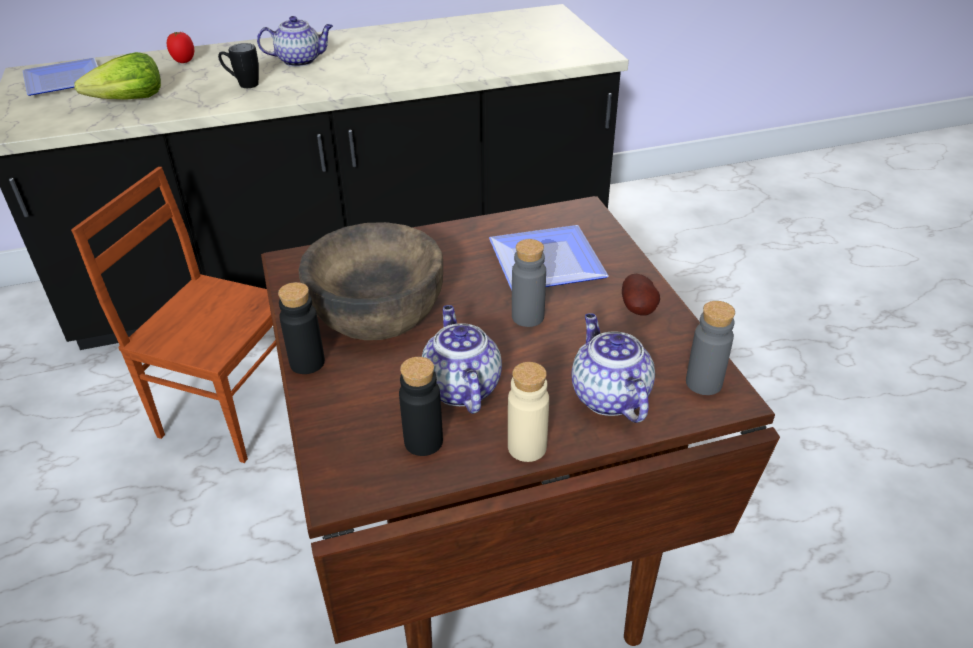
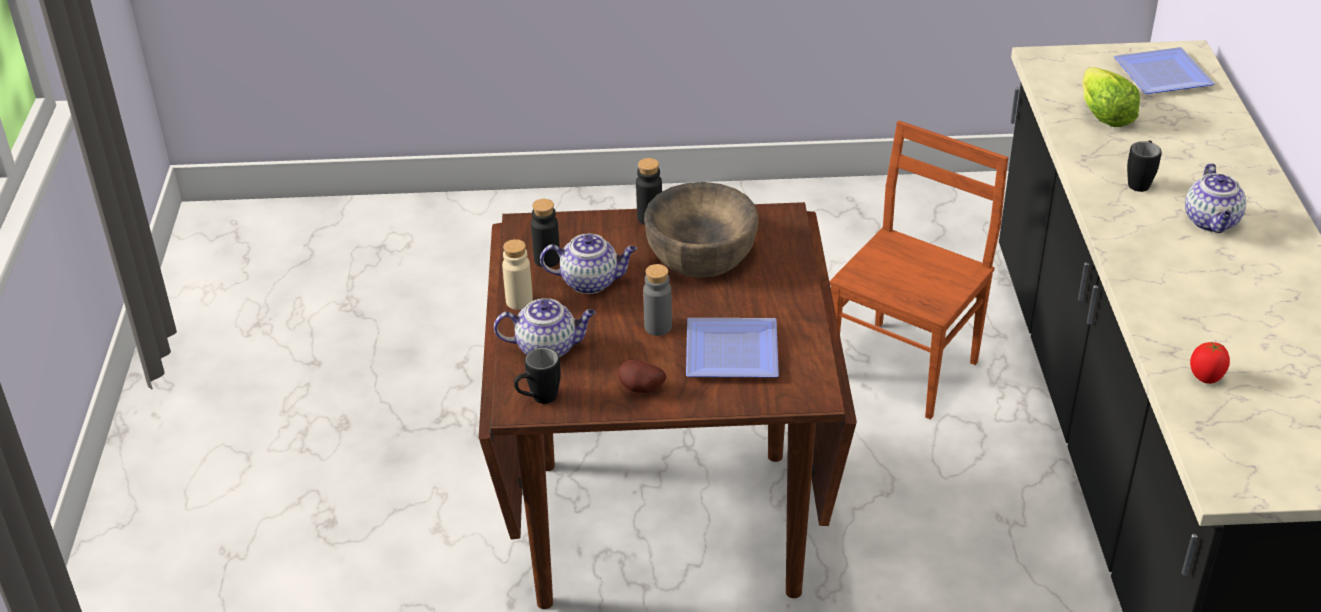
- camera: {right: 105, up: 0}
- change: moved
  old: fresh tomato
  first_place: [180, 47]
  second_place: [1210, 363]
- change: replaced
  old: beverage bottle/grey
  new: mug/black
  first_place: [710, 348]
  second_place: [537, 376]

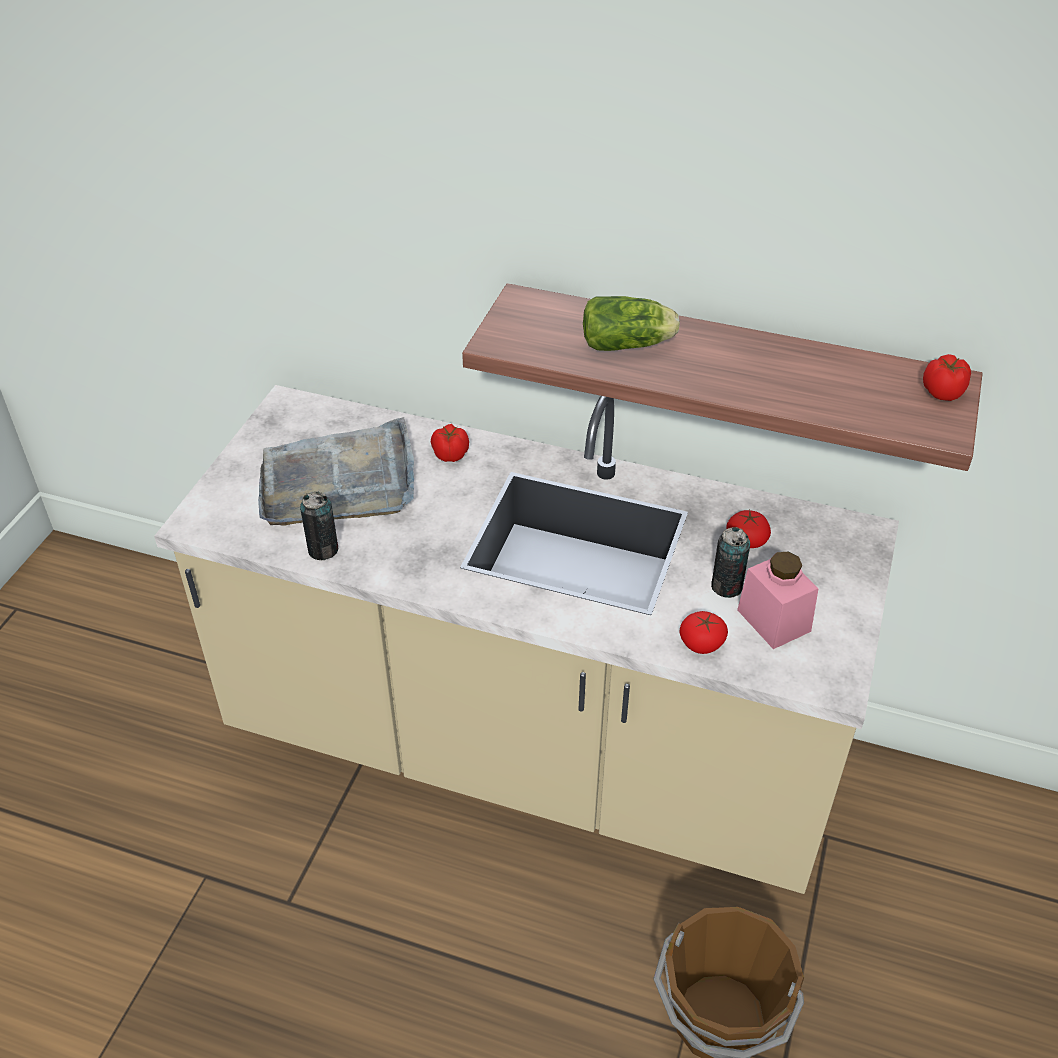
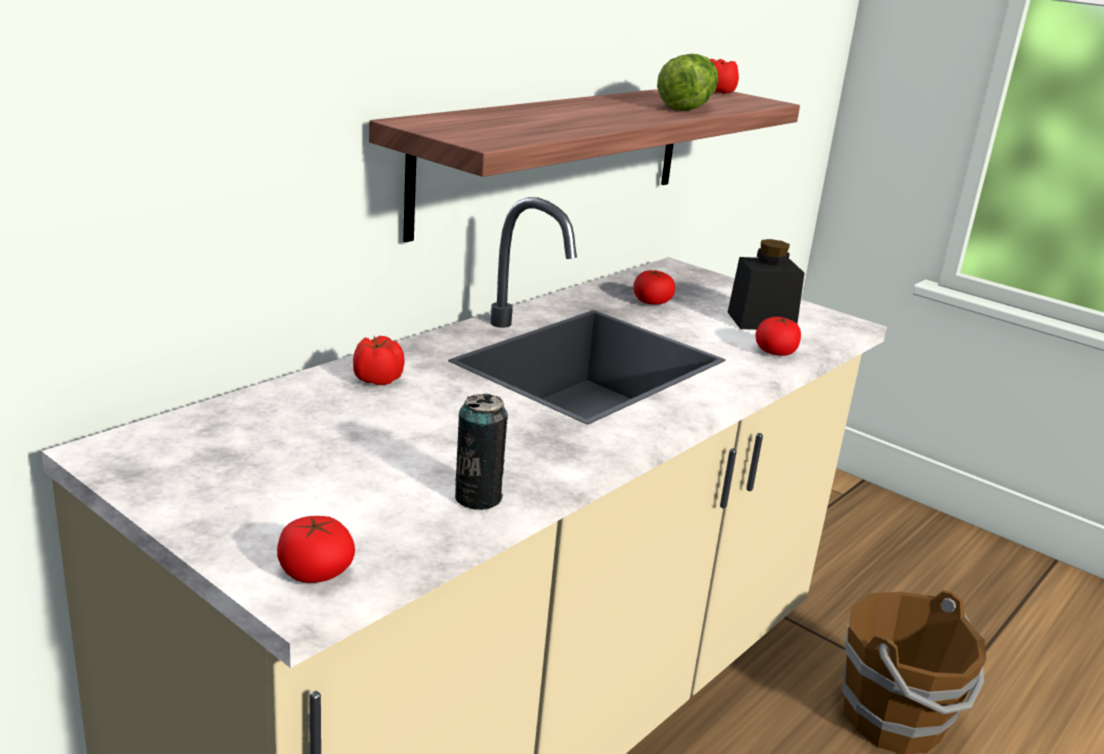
- camera: {right: -70, up: -20}
- change: removed
  old: tray/grey
  first_place: [336, 471]
- change: moved
  old: head of lettuce
  first_place: [631, 323]
  second_place: [687, 82]
- change: removed
  old: can
  first_place: [730, 562]
- change: recoloured
  old: preserve jar/pinkish
  new: preserve jar/black
  first_place: [778, 600]
  second_place: [766, 284]
- change: added
  new: fresh tomato
  second_place: [316, 549]

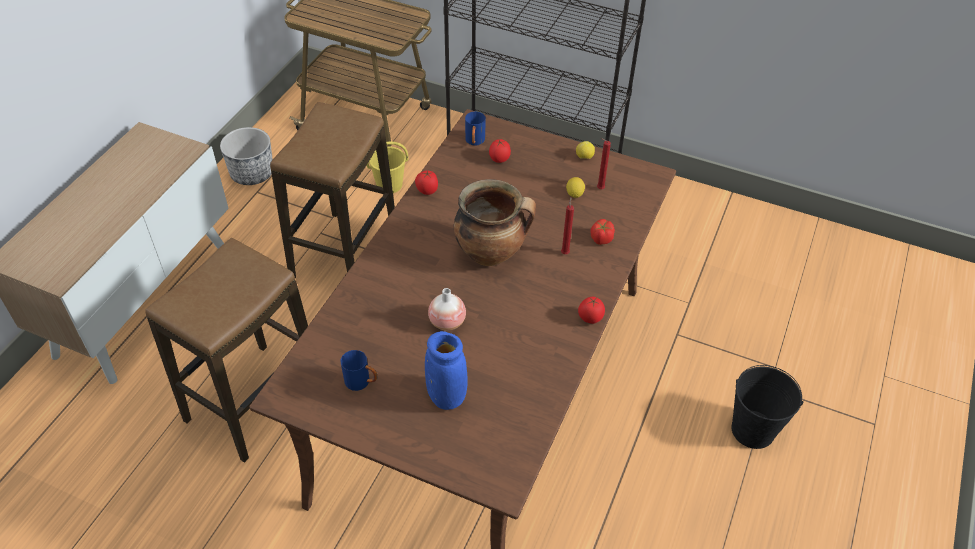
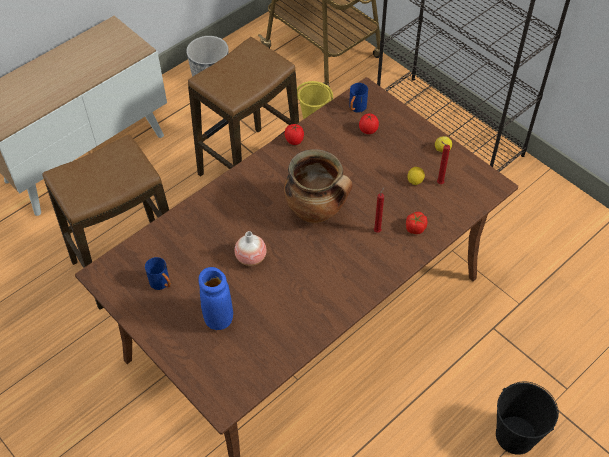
- camera: {right: 25, up: 5}
- change: removed
  old: fresh tomato
  first_place: [591, 310]

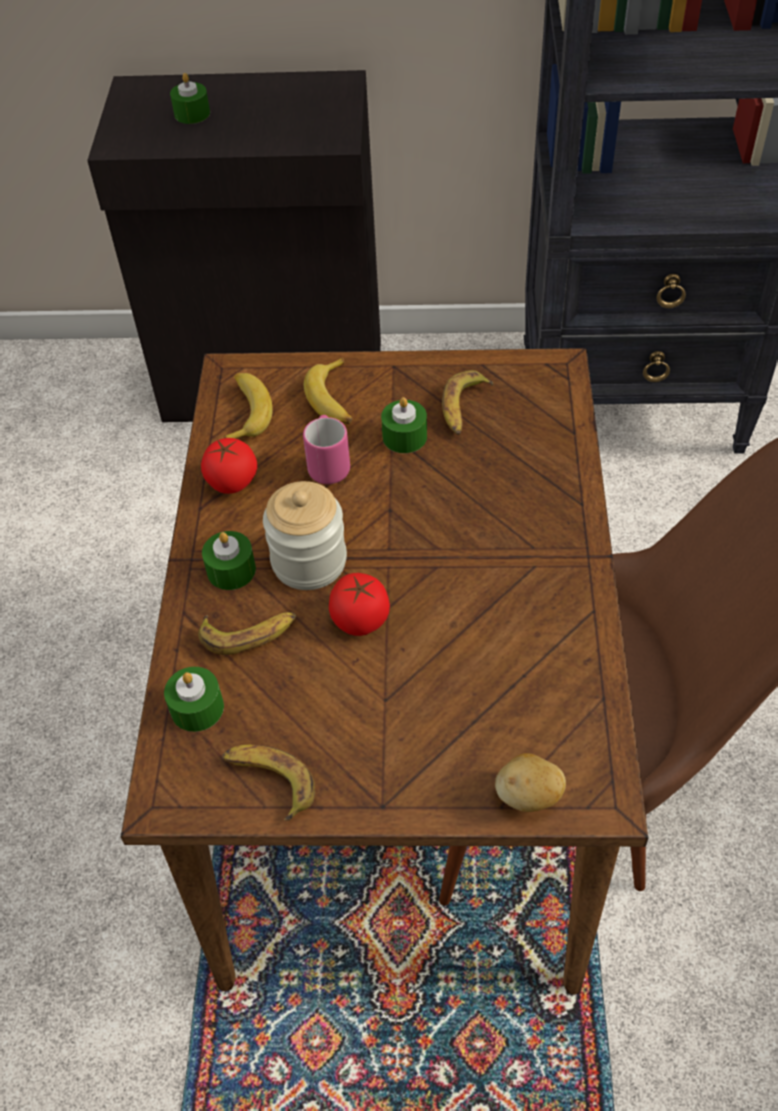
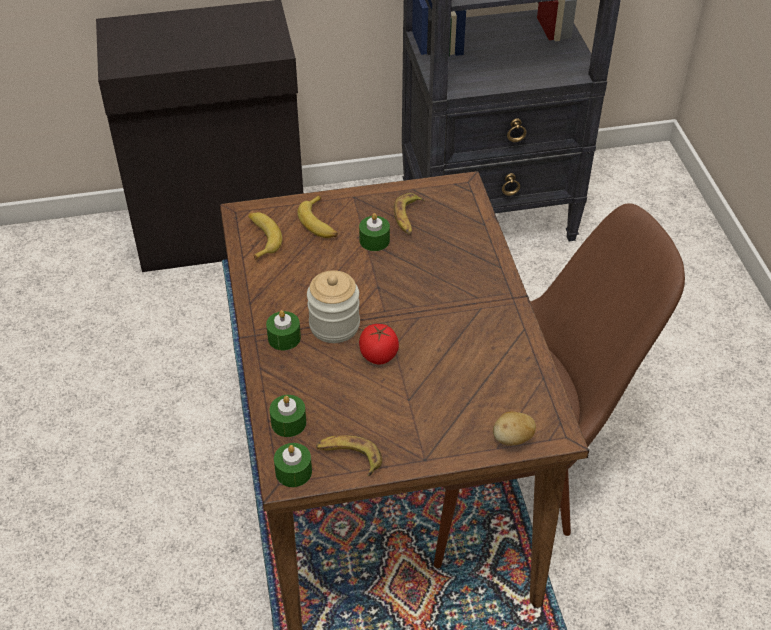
- camera: {right: -15, up: -5}
- change: moved
  old: wax light/green-coloured
  first_place: [190, 98]
  second_place: [293, 465]
- change: removed
  old: banana fruit
  first_place: [247, 633]
- change: removed
  old: fresh tomato
  first_place: [229, 466]
- change: removed
  old: mug/pinkish
  first_place: [326, 449]

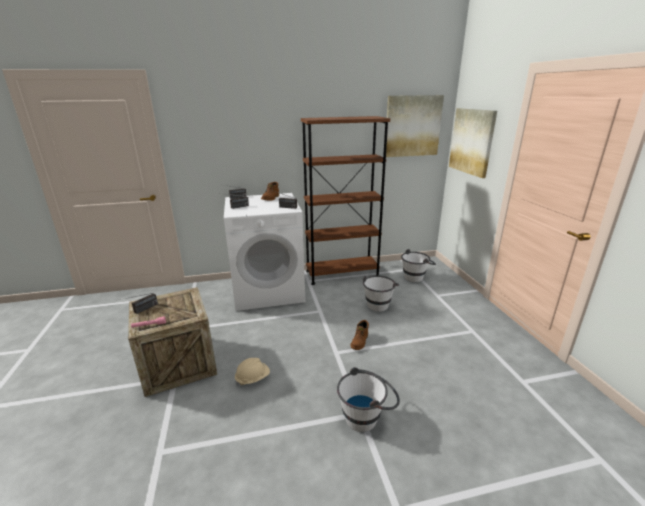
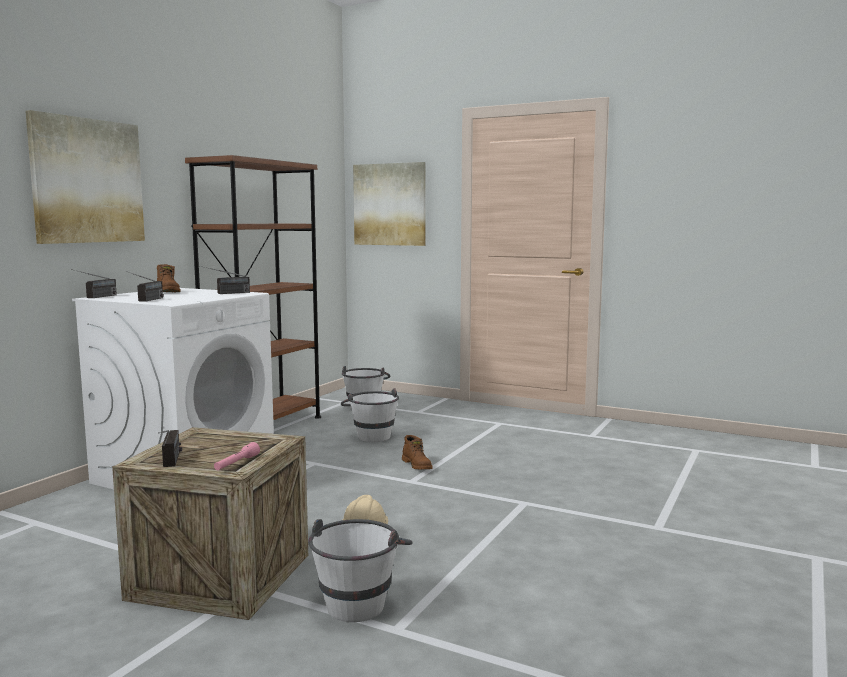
- camera: {right: -50, up: -15}
- change: moved
  old: water bucket/white
  first_place: [368, 399]
  second_place: [360, 570]
- change: moved
  old: wall art
  first_place: [415, 126]
  second_place: [85, 177]

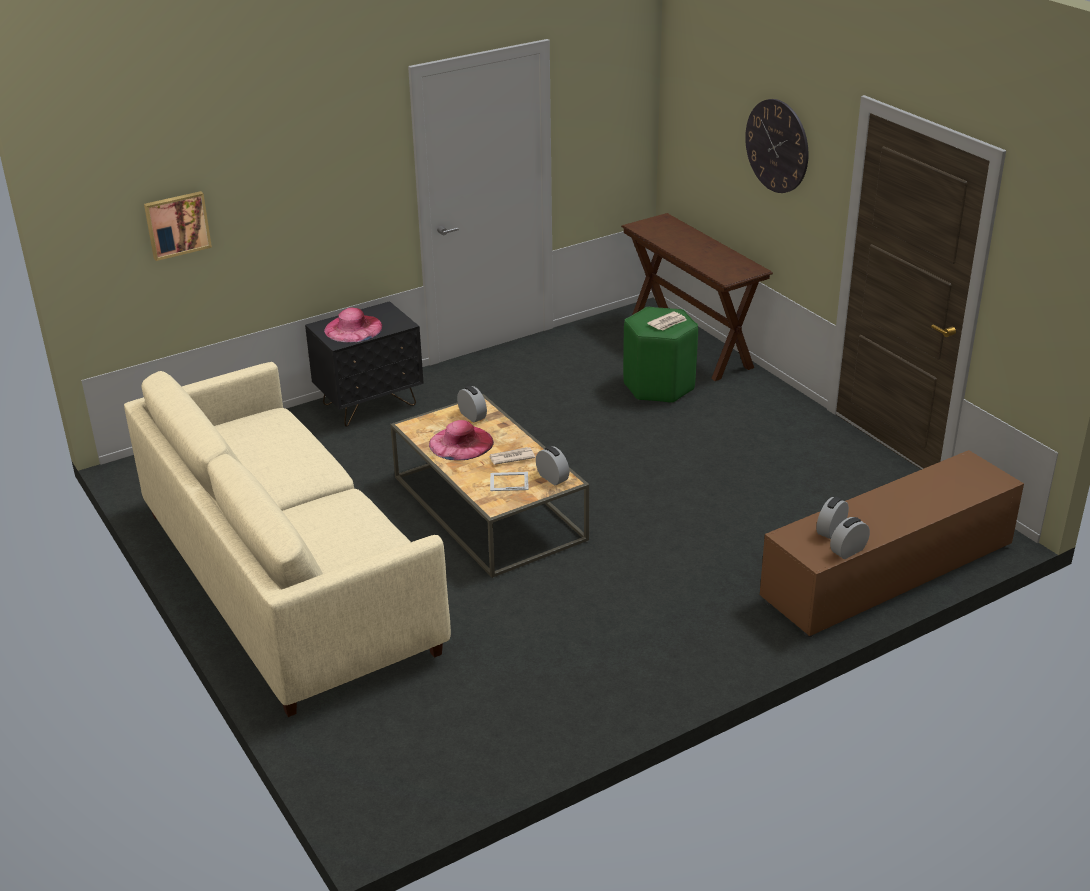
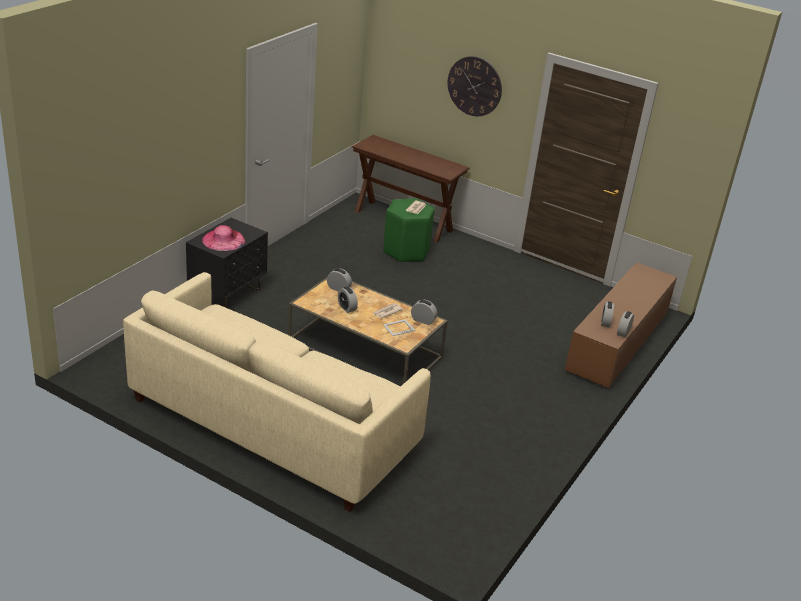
- camera: {right: -30, up: 0}
- change: removed
  old: wall art
  first_place: [178, 226]
- change: replaced
  old: clothing hat/pinkish
  new: table clock
  first_place: [461, 440]
  second_place: [348, 300]

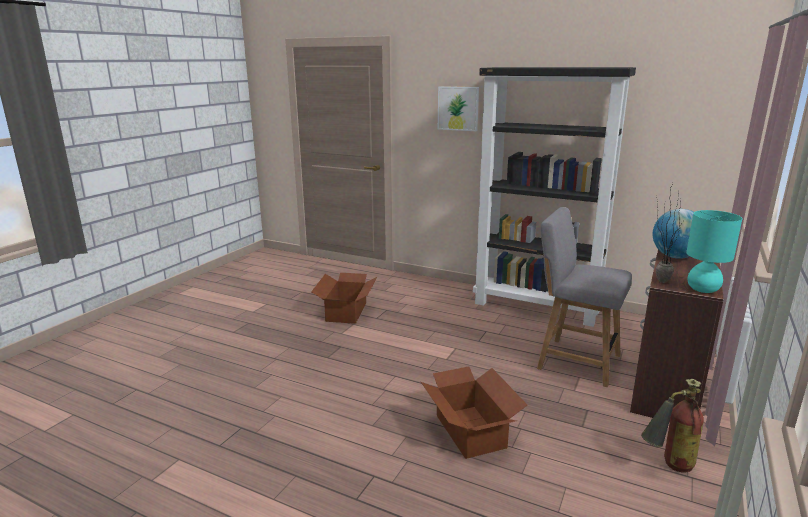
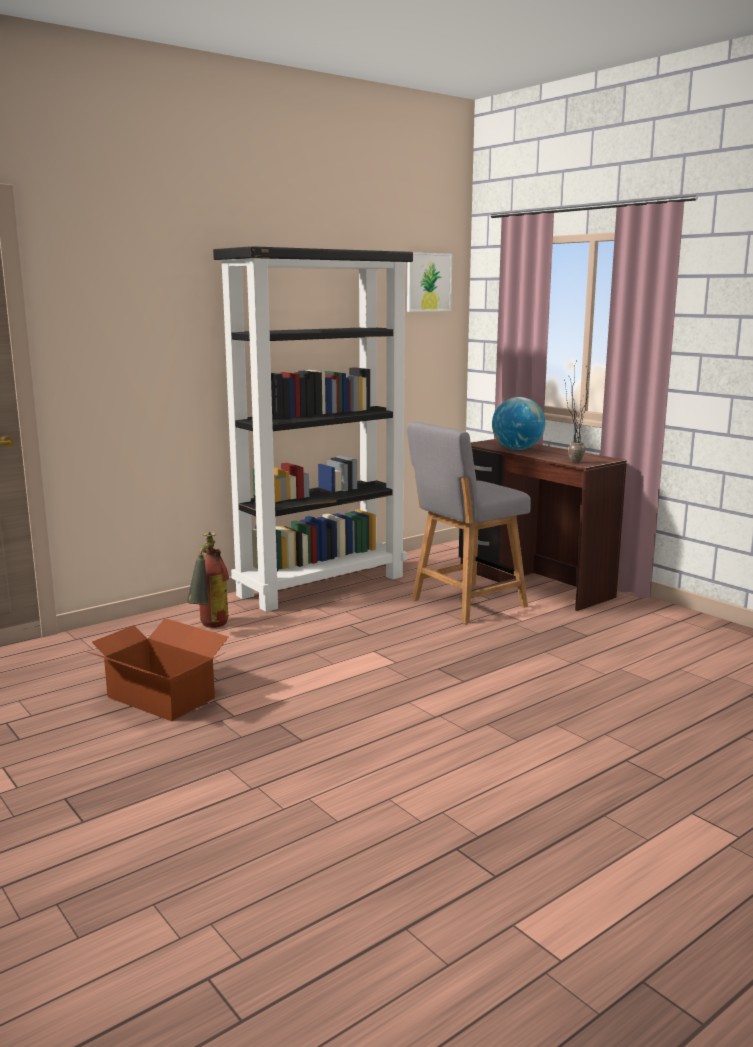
- camera: {right: -65, up: -5}
- change: removed
  old: cardboard box
  first_place: [474, 413]
- change: moved
  old: wall art
  first_place: [458, 108]
  second_place: [429, 282]
- change: moved
  old: fire extinguisher
  first_place: [672, 425]
  second_place: [208, 580]
- change: removed
  old: tabletop lamp/turquoise-coloured
  first_place: [714, 251]

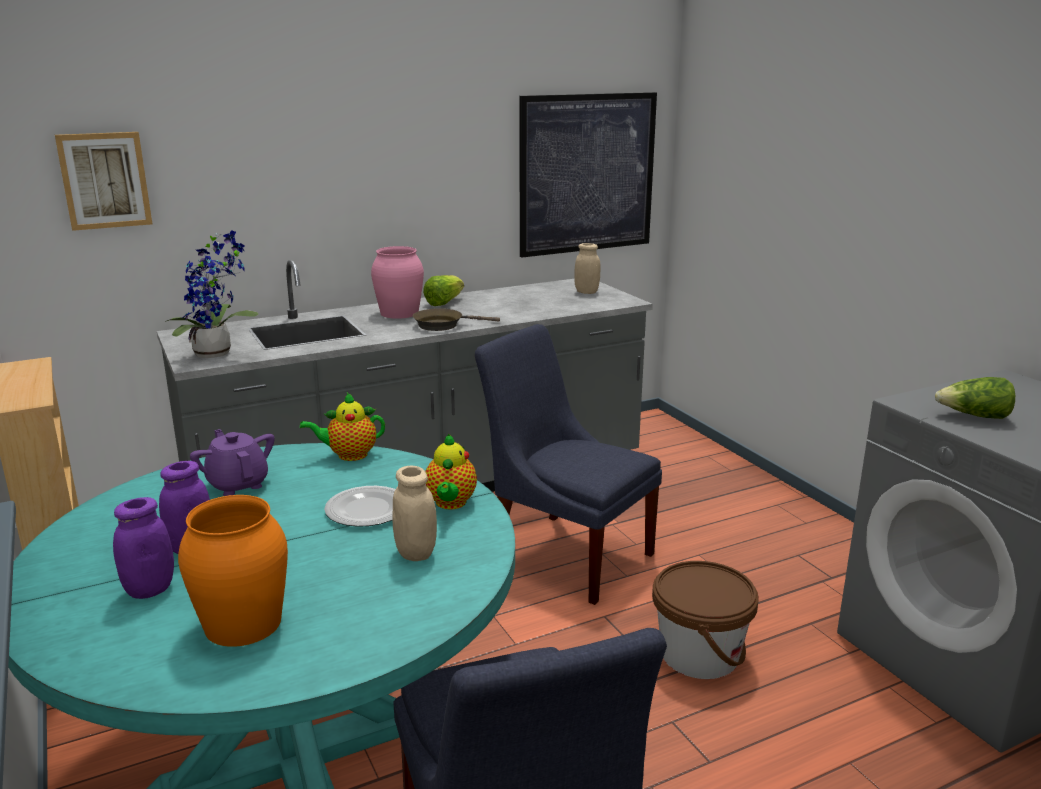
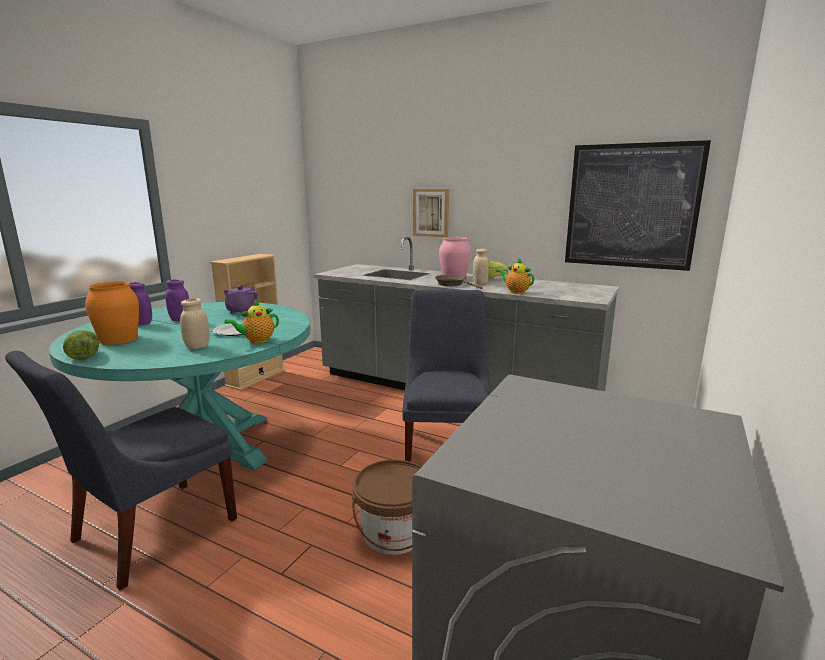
- camera: {right: 55, up: -5}
- change: moved
  old: wall art
  first_place: [103, 181]
  second_place: [431, 213]
- change: removed
  old: houseplant
  first_place: [212, 294]
- change: moved
  old: teapot
  first_place: [342, 427]
  second_place: [515, 276]
- change: moved
  old: preserve jar/sand-coloured
  first_place: [587, 268]
  second_place: [481, 267]
- change: moved
  old: head of lettuce
  first_place: [975, 398]
  second_place: [81, 345]

